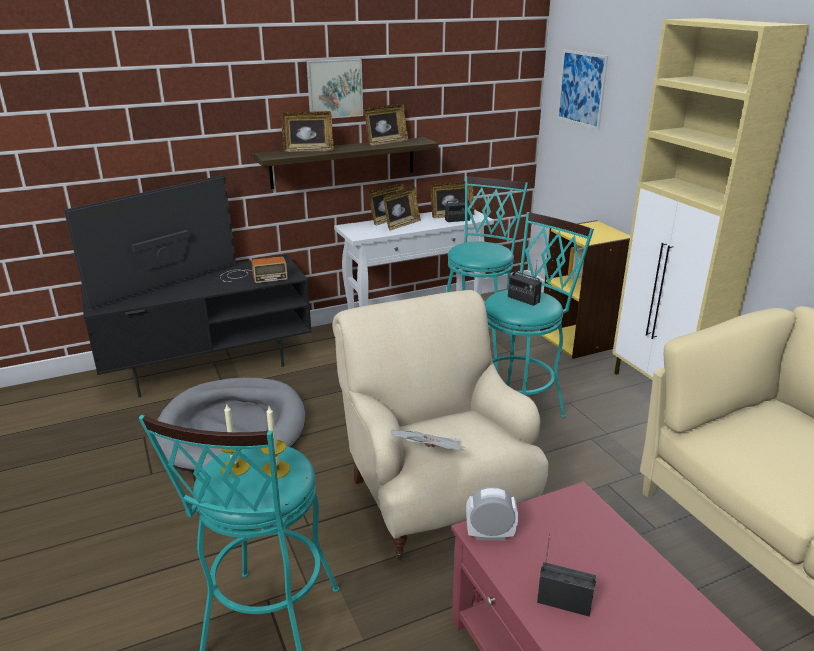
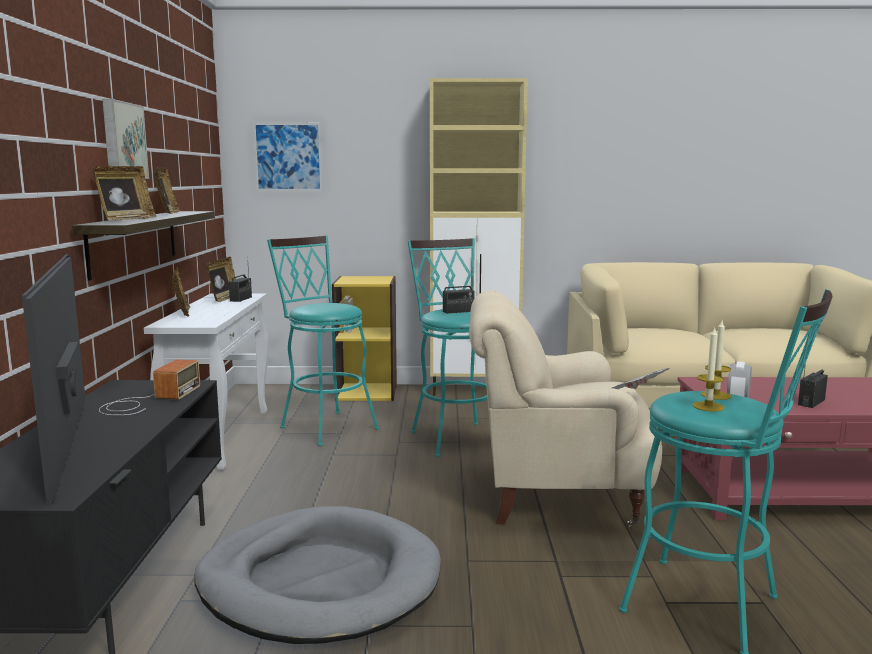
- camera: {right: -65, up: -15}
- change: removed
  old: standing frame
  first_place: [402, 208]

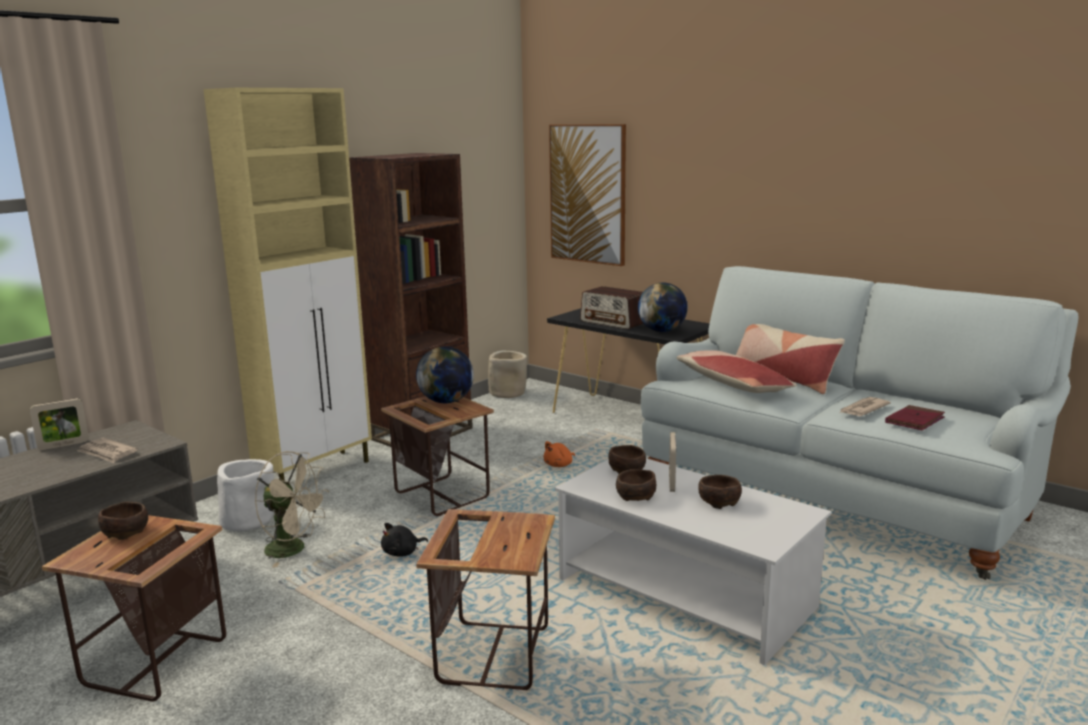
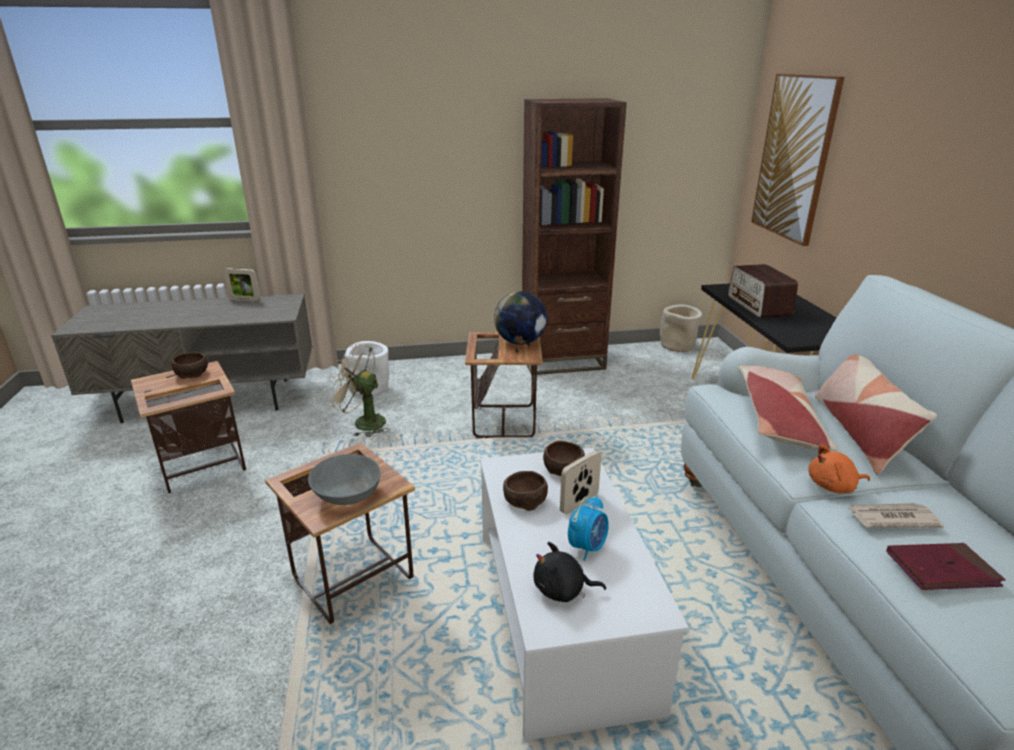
- camera: {right: 40, up: 10}
- change: removed
  old: newspaper
  first_place: [107, 450]
- change: removed
  old: cabinet/sand-coloured
  first_place: [287, 284]
- change: turned
  old: cooling fan/sand-coloured
  first_place: [292, 509]
  second_place: [358, 390]
  degrees: 135
- change: moved
  old: soft toy/black
  first_place: [404, 540]
  second_place: [569, 572]
- change: moved
  old: soft toy/orange-coloured
  first_place: [559, 454]
  second_place: [839, 468]
- change: removed
  old: desk globe
  first_place: [663, 307]
- change: replaced
  old: bowl/brown
  new: table clock
  first_place: [720, 492]
  second_place: [588, 528]
- change: added
  new: bowl/grey
  second_place: [344, 479]

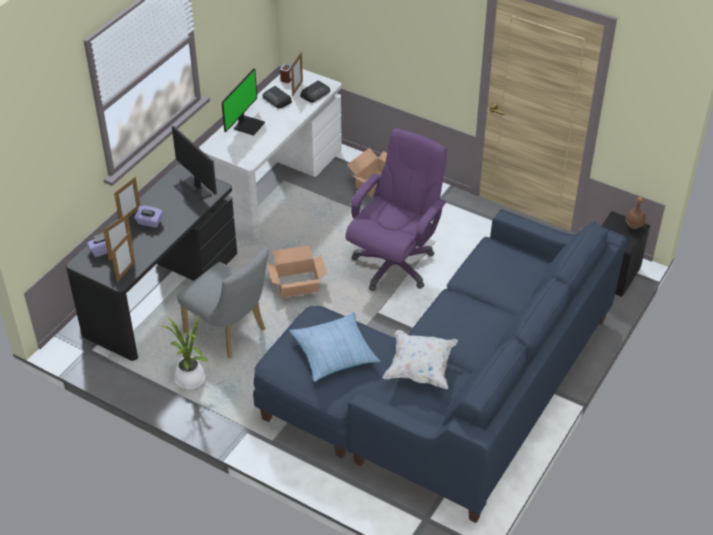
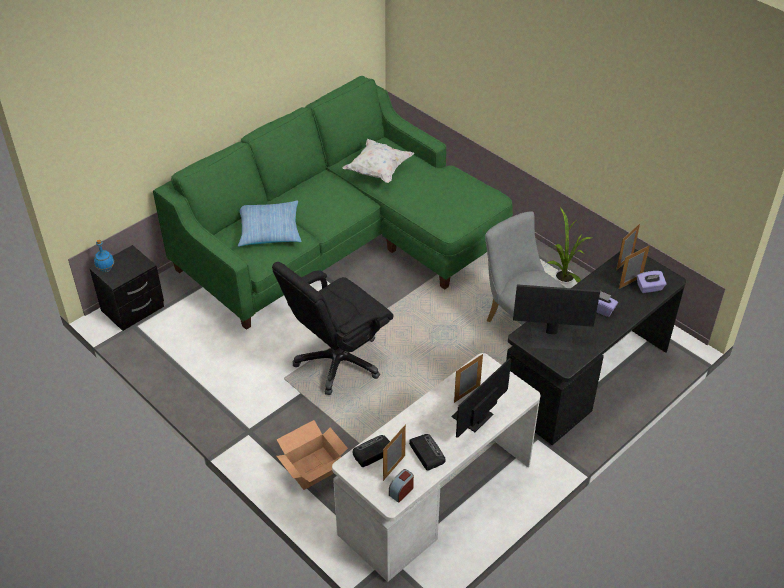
- camera: {right: -165, up: 0}
- change: moved
  old: standing frame
  first_place: [127, 198]
  second_place: [468, 378]
- change: turned
  old: computer screen
  first_place: [194, 165]
  second_place: [556, 317]
  degrees: 120
- change: recoloured
  old: couch/blue
  new: couch/green-coloured
  first_place: [440, 366]
  second_place: [333, 203]
- change: removed
  old: cardboard box
  first_place: [297, 271]
- change: moved
  old: pillow
  first_place: [335, 347]
  second_place: [270, 223]
- change: recoloured
  old: desk chair/purple-coloured
  new: desk chair/black
  first_place: [396, 210]
  second_place: [332, 328]
- change: recoloured
  old: beverage bottle/brown
  new: beverage bottle/blue
  first_place: [635, 213]
  second_place: [104, 256]

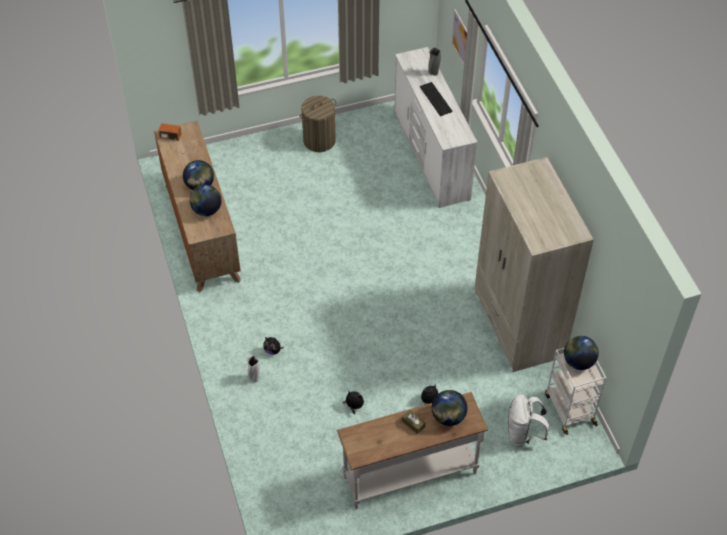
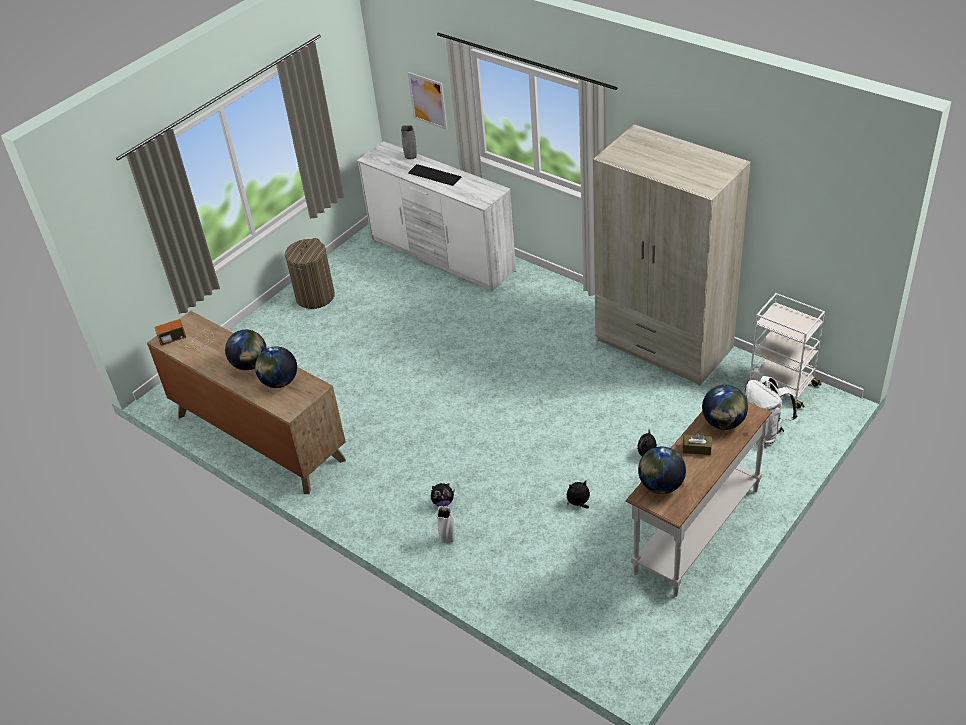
- camera: {right: -30, up: -10}
- change: moved
  old: desk globe
  first_place: [581, 353]
  second_place: [662, 470]

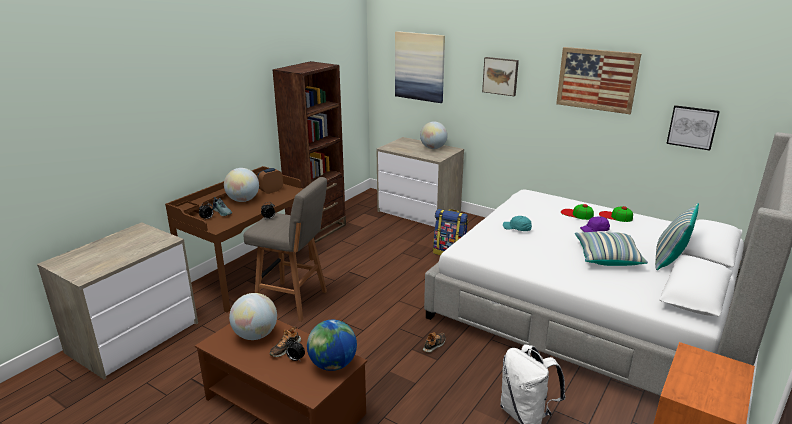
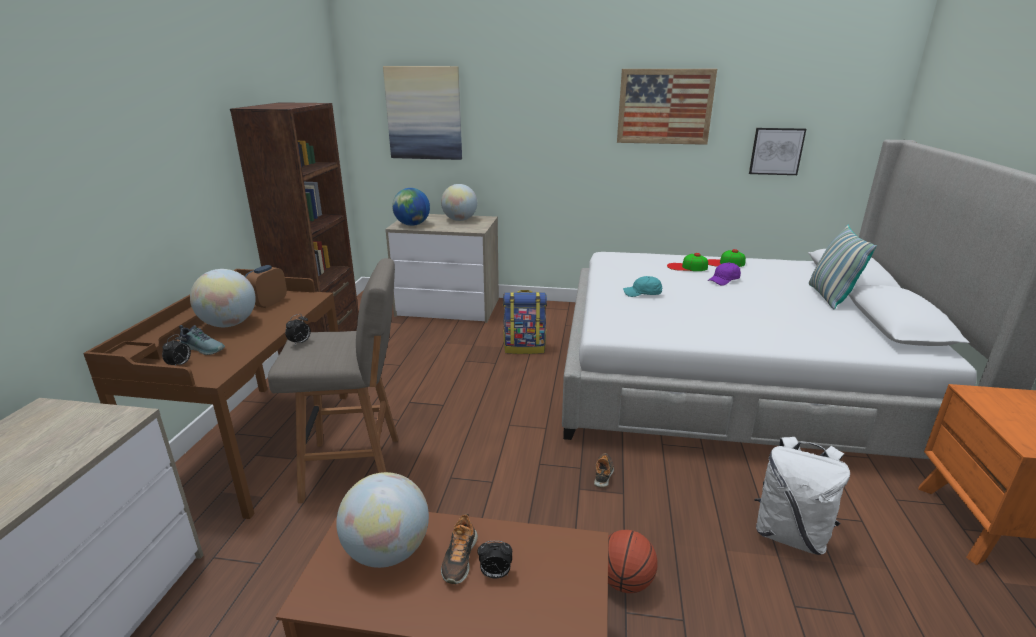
- camera: {right: -25, up: 0}
- change: moved
  old: desk globe
  first_place: [332, 345]
  second_place: [411, 207]
- change: removed
  old: wall art
  first_place: [500, 76]
- change: removed
  old: pillow
  first_place: [611, 249]
- change: added
  new: basketball
  second_place: [633, 561]

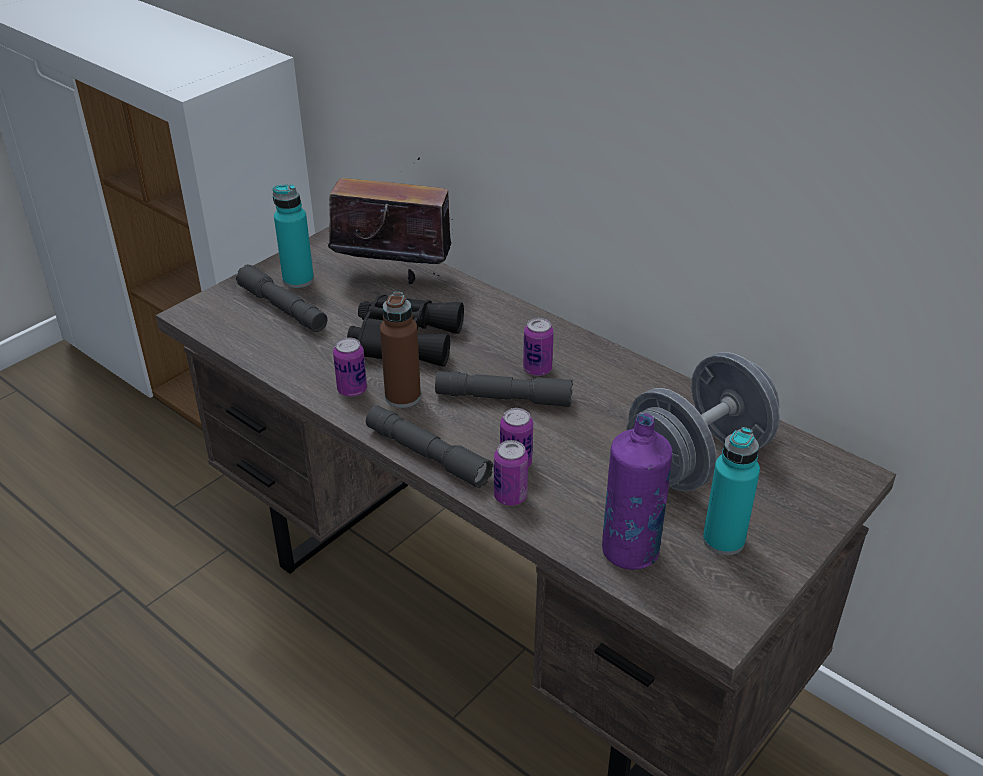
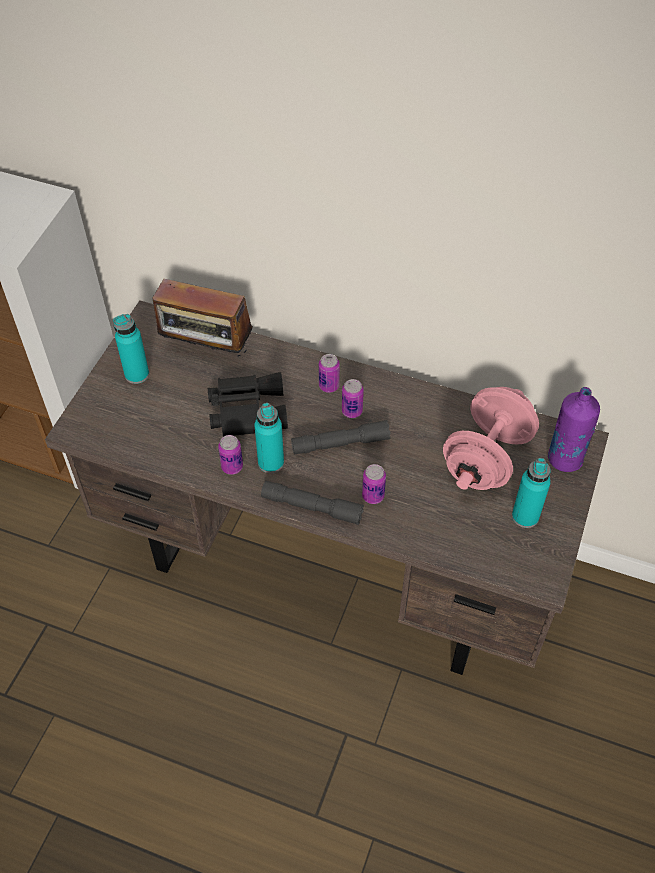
- camera: {right: -20, up: 15}
- change: removed
  old: hand torch/grey
  first_place: [281, 298]
- change: turned
  old: radio receiver
  first_place: [389, 221]
  second_place: [203, 318]
  degrees: -150
- change: recoloured
  old: beverage bottle/brown
  new: beverage bottle/turquoise-coloured
  first_place: [400, 350]
  second_place: [269, 438]
- change: moved
  old: can
  first_place: [511, 473]
  second_place: [329, 373]
- change: moved
  old: beverage bottle/purple-coloured
  first_place: [637, 491]
  second_place: [574, 429]
- change: recoloured
  old: dumbbell/grey
  new: dumbbell/pinkish
  first_place: [703, 422]
  second_place: [491, 438]

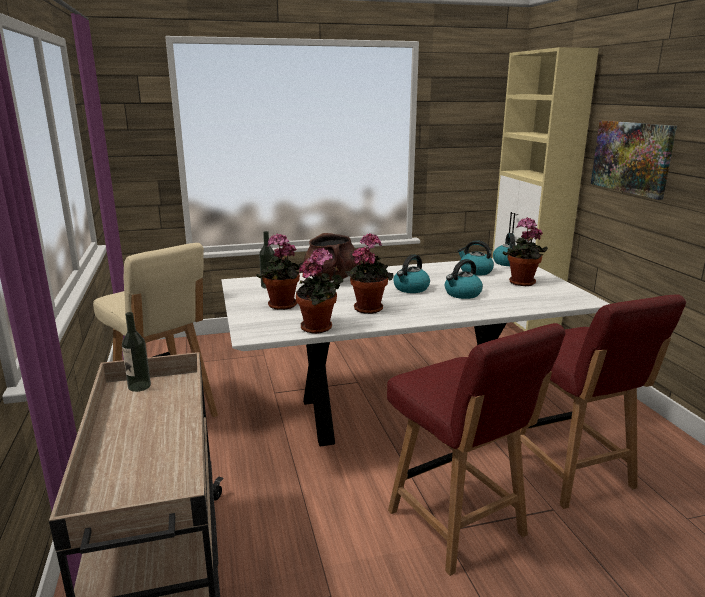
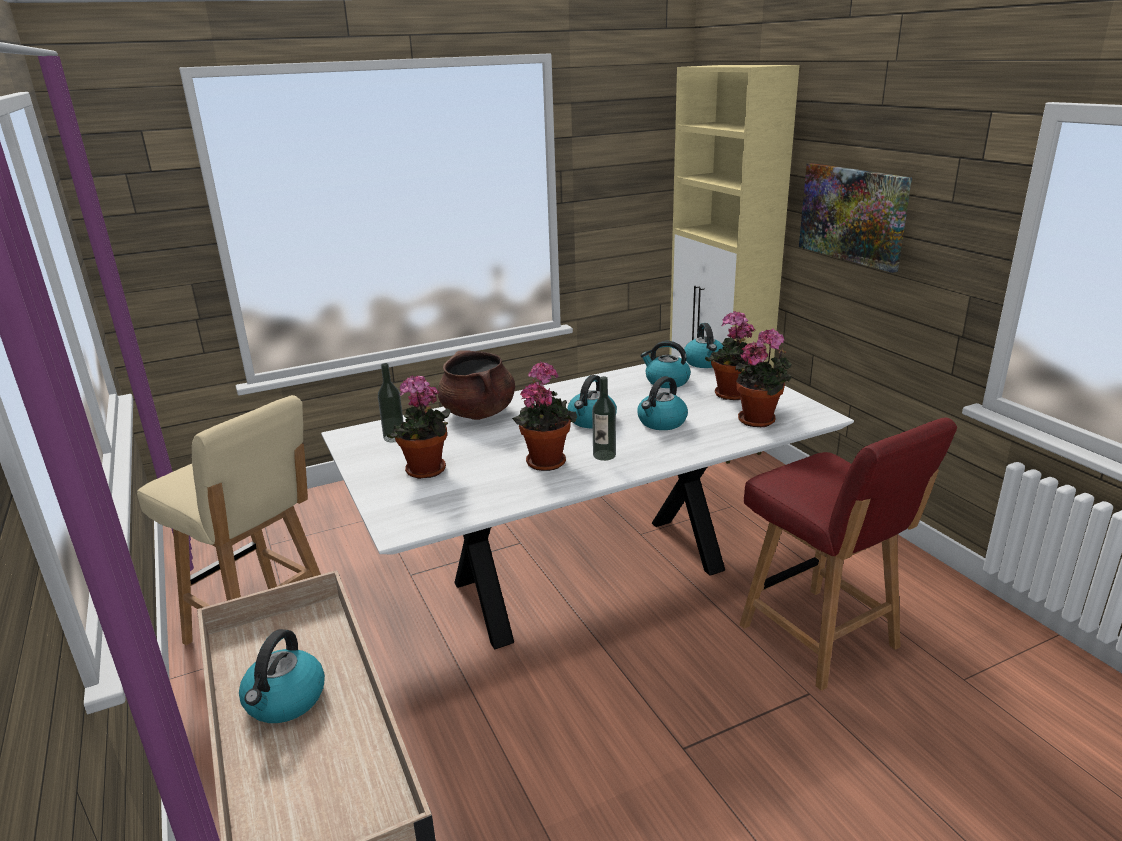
- camera: {right: -10, up: 5}
- change: moved
  old: beverage bottle
  first_place: [136, 352]
  second_place: [604, 418]
- change: moved
  old: houseplant
  first_place: [319, 291]
  second_place: [763, 378]
- change: removed
  old: chair/red
  first_place: [476, 449]
- change: added
  new: kettle
  second_place: [282, 676]

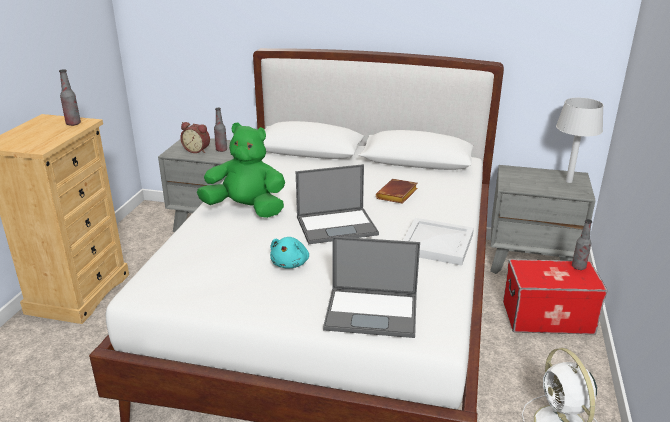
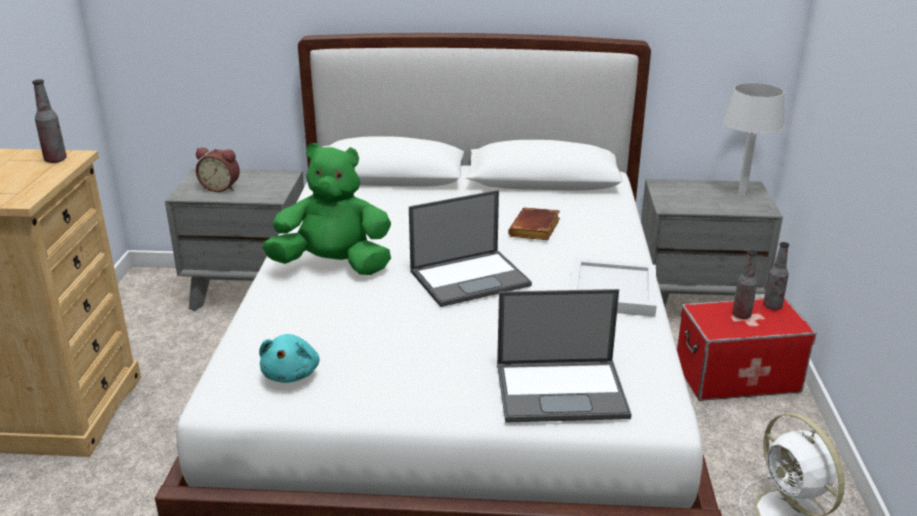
- camera: {right: -10, up: 0}
- change: moved
  old: beverage bottle
  first_place: [220, 130]
  second_place: [744, 284]
- change: moved
  old: soft toy/turquoise-coloured
  first_place: [289, 253]
  second_place: [289, 358]

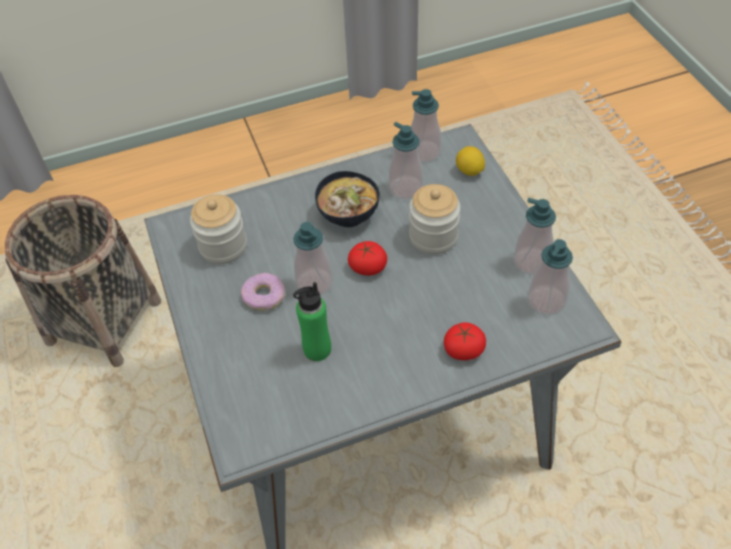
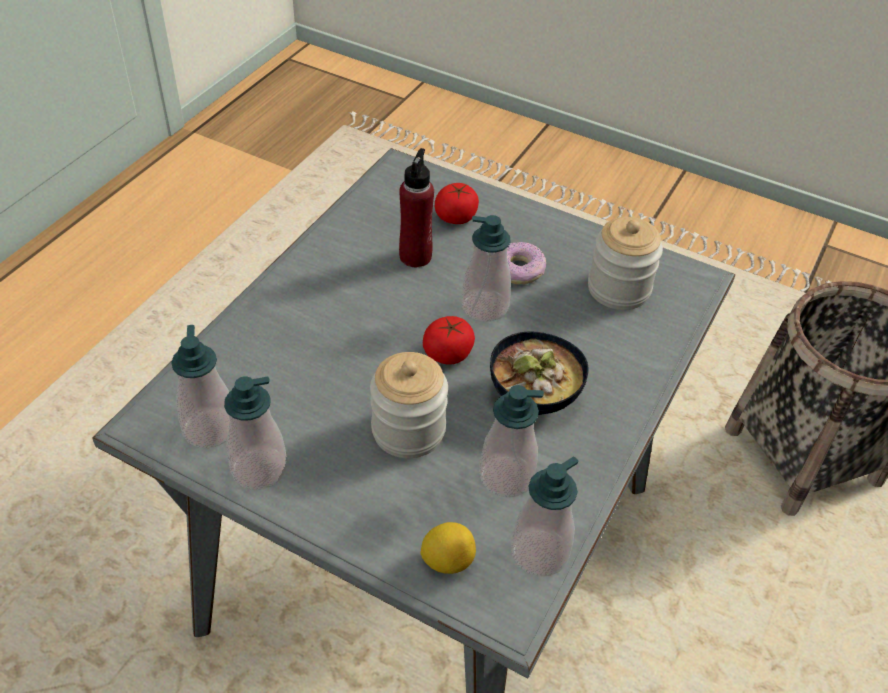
- camera: {right: 135, up: -5}
- change: recoloured
  old: beverage bottle/green-coloured
  new: beverage bottle/red
  first_place: [312, 321]
  second_place: [416, 207]
- change: moved
  old: fresh tomato
  first_place: [465, 341]
  second_place: [457, 203]

